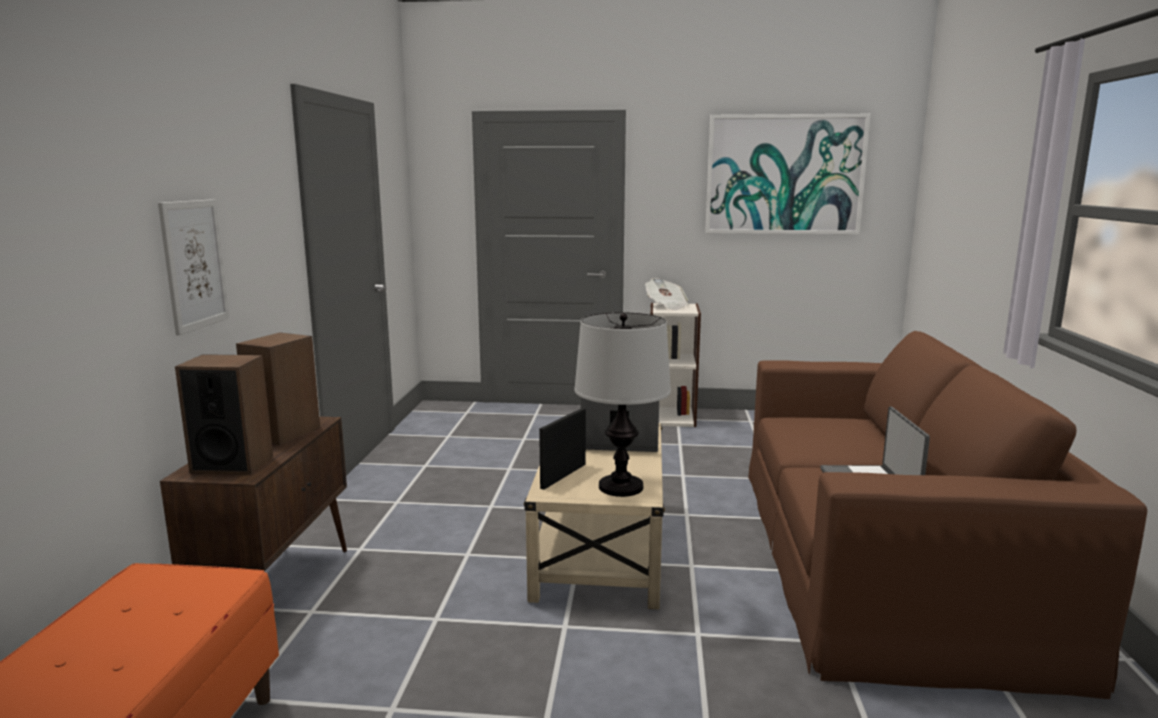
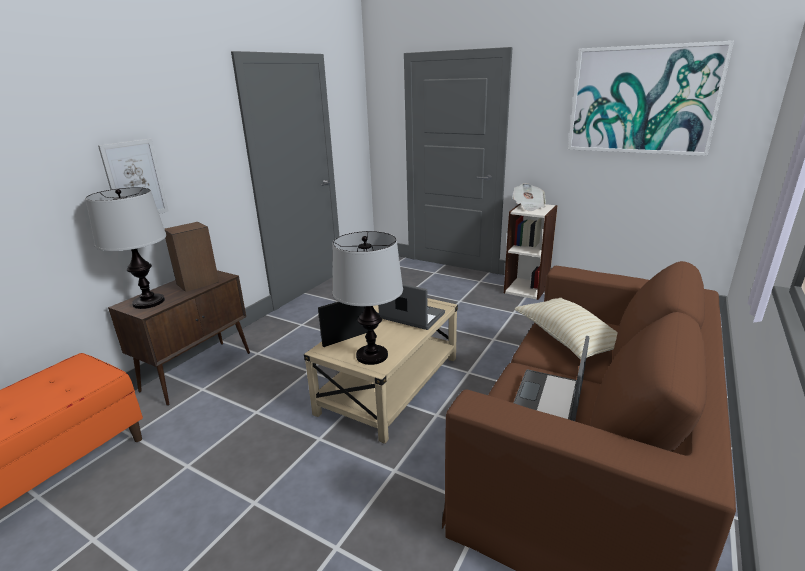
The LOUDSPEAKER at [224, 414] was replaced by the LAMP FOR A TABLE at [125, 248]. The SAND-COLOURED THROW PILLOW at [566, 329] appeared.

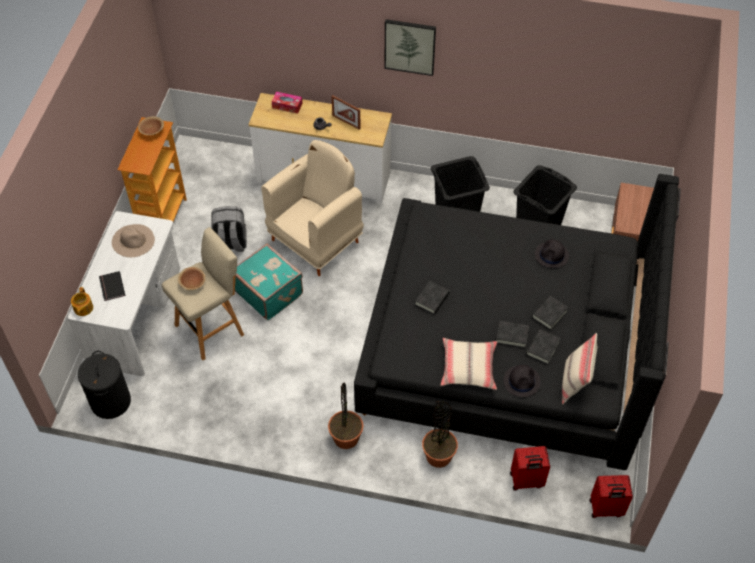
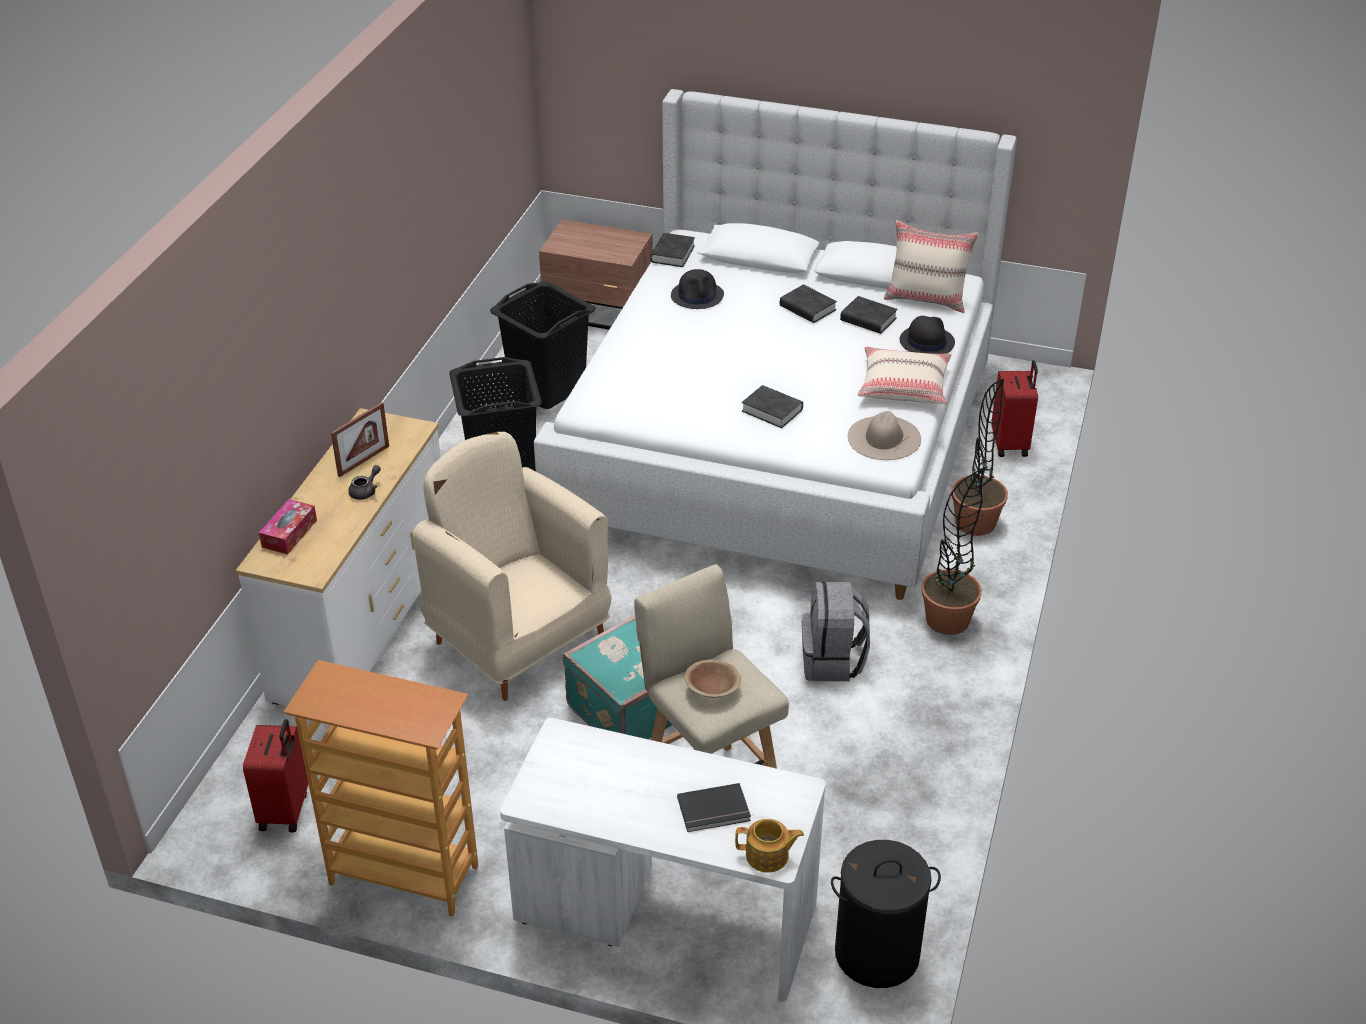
The RED PIECE OF LUGGAGE moved from [611, 496] to [275, 775]. The BLACKISH SLEEPING BED at [517, 322] became the WHITE SLEEPING BED at [775, 344]. The BLACKISH VOLUME moved from [512, 334] to [672, 250]. The GREYISH RUCKSACK moved from [229, 229] to [836, 631]. The SAND-COLOURED CLOTHING HAT moved from [133, 240] to [884, 435]. The BROWNISH SERVING BOWL at [151, 125] disappeared. The PICTURE at [410, 47] disappeared.

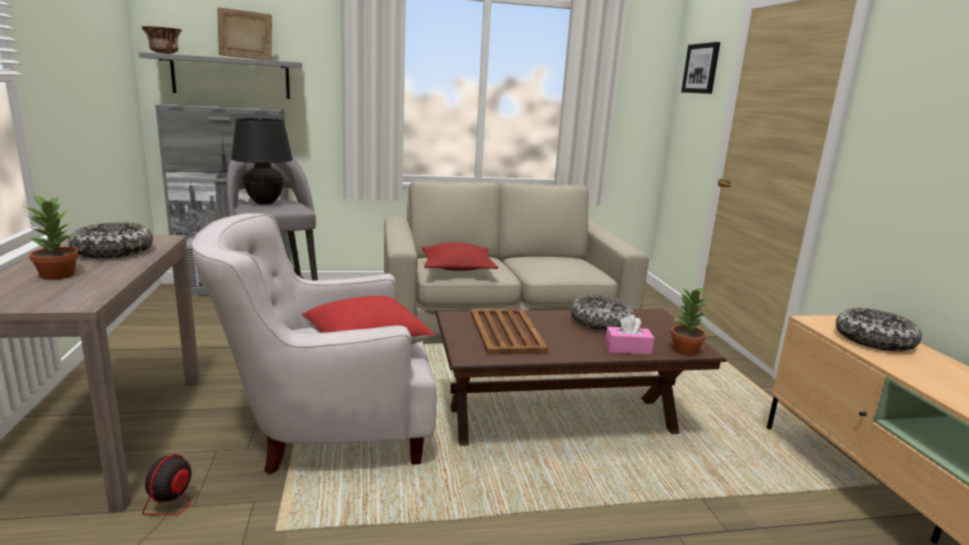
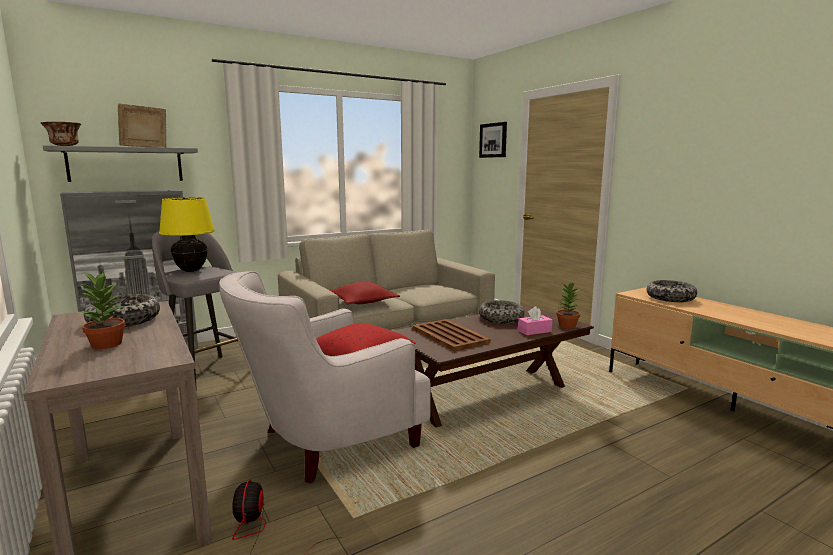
The BLACKISH LAMP FOR A TABLE at [262, 161] became the YELLOW-COLOURED LAMP FOR A TABLE at [187, 234].

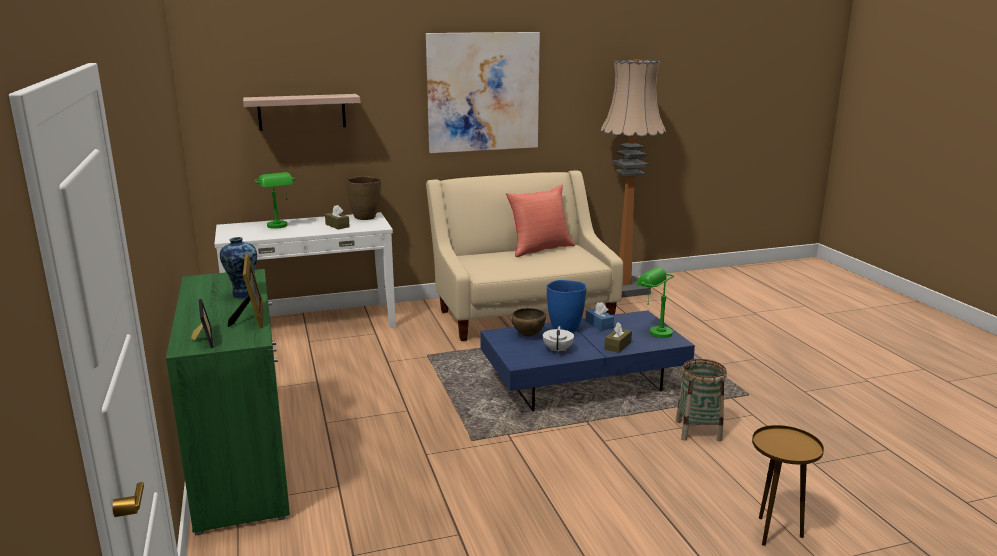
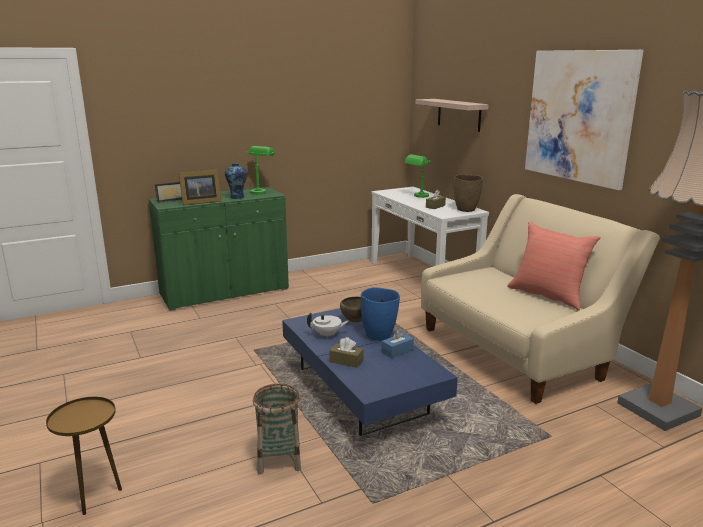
The GREEN-COLOURED LAMP FOR A TABLE moved from [655, 302] to [260, 170].

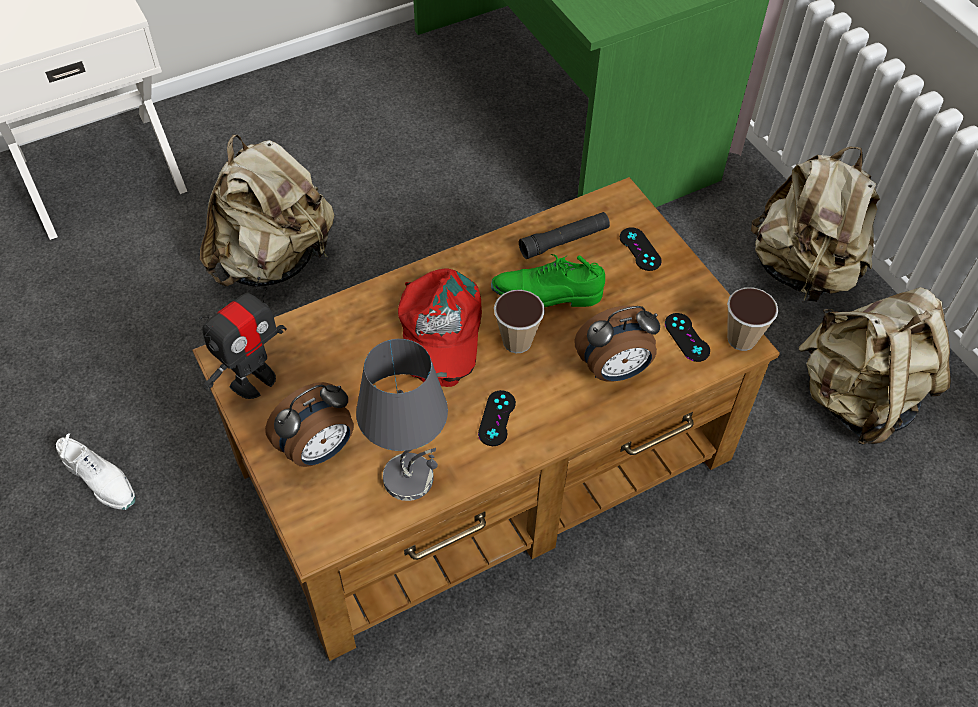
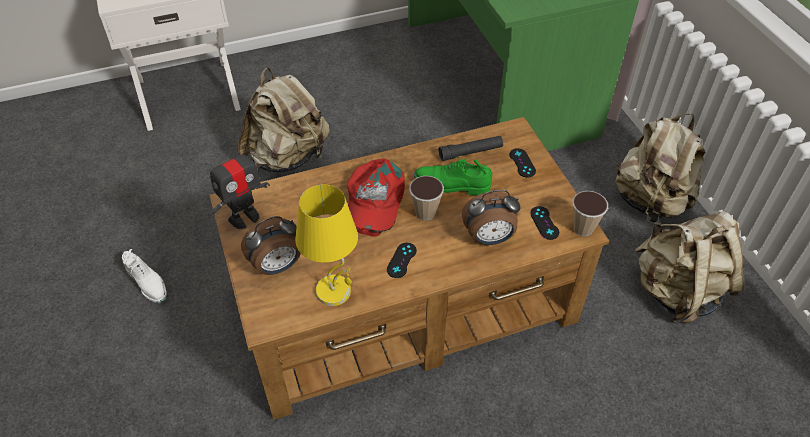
The GREYISH LAMP FOR A TABLE at [402, 420] became the YELLOW-COLOURED LAMP FOR A TABLE at [326, 245].

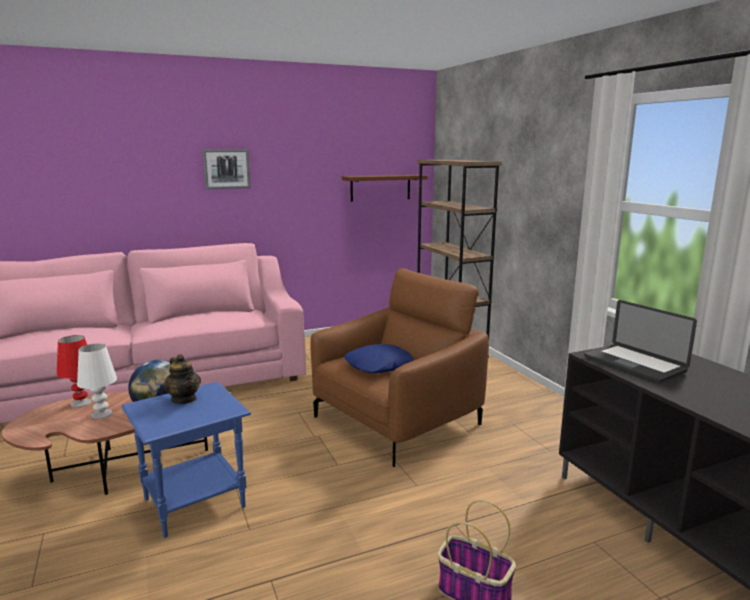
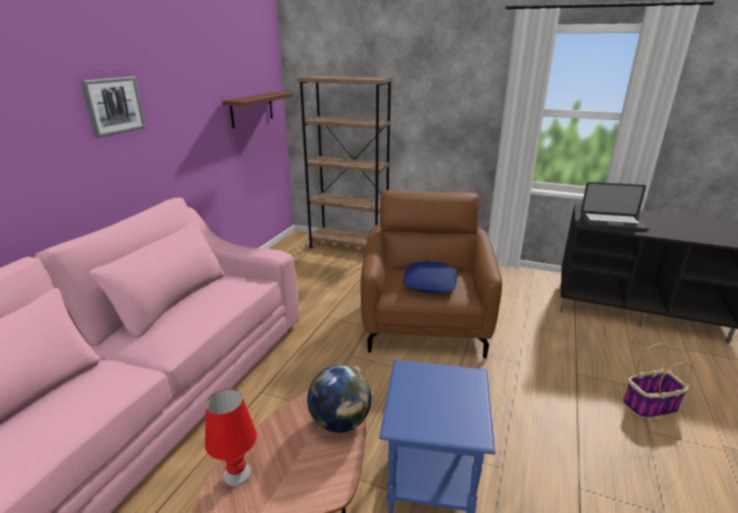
The WHITE LAMP FOR A TABLE at [97, 381] disappeared. The POT FOR TEA at [182, 379] disappeared.

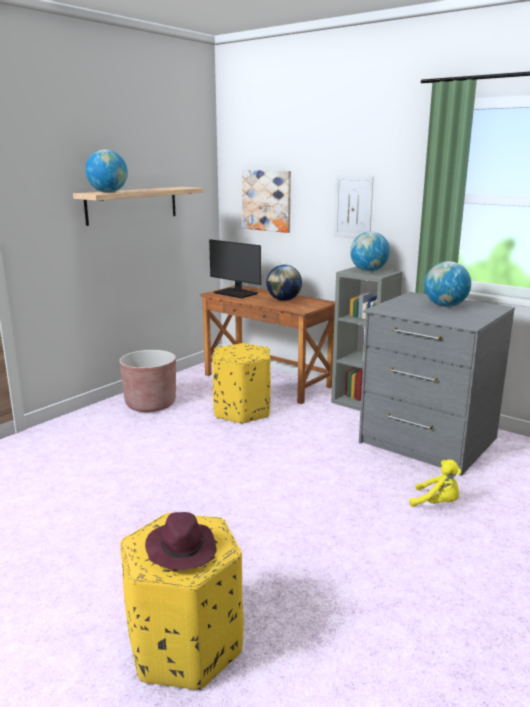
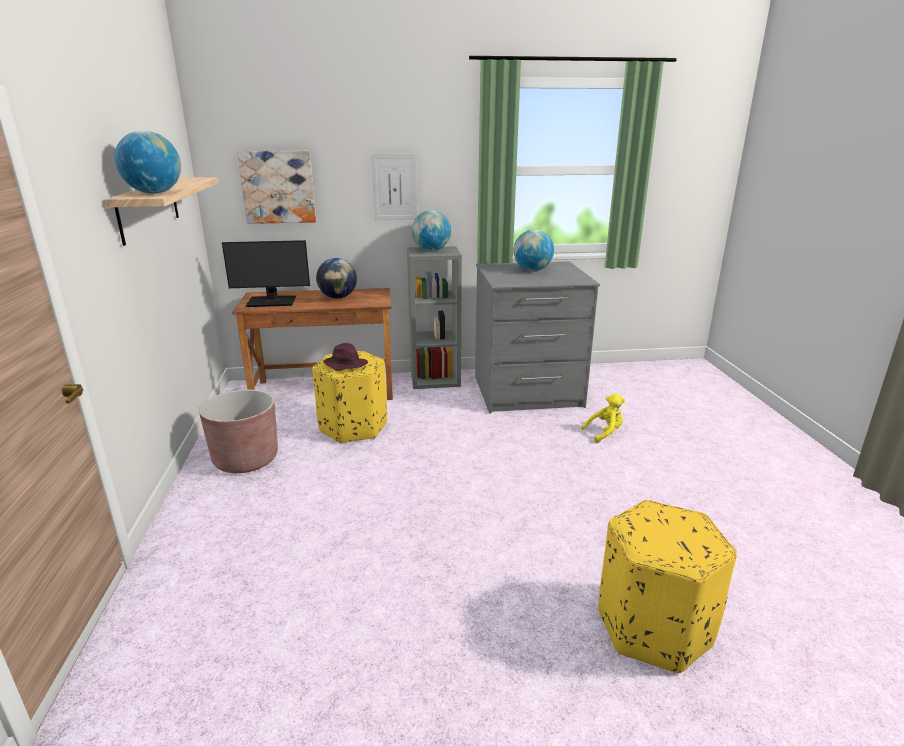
The PURPLE-COLOURED CLOTHING HAT moved from [181, 541] to [345, 357].

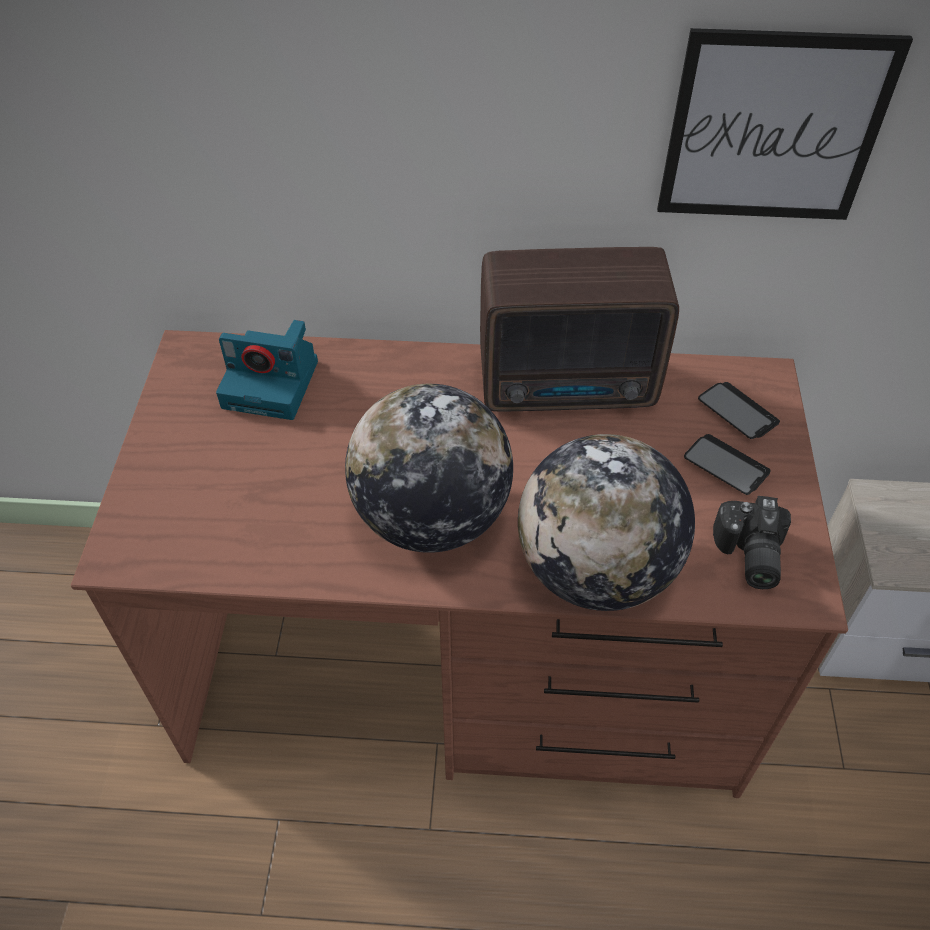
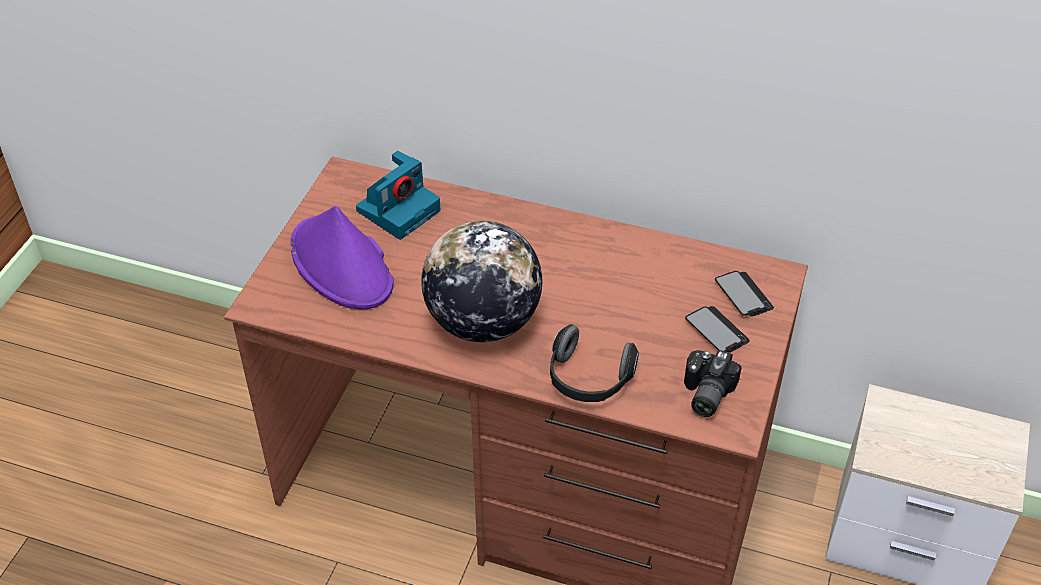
The PURPLE-COLOURED CLOTHING HAT at [342, 257] appeared. The STILL CAMERA at [267, 370] turned 75 degrees counterclockwise. The WORLD GLOBE at [606, 522] was replaced by the HEADSET at [594, 363]. The RADIO SET at [579, 329] disappeared. The PICTURE at [785, 124] disappeared.

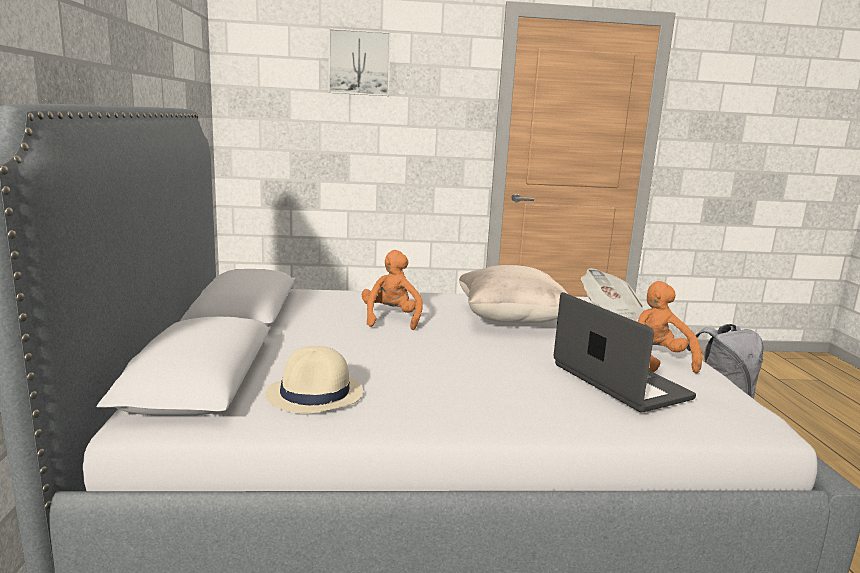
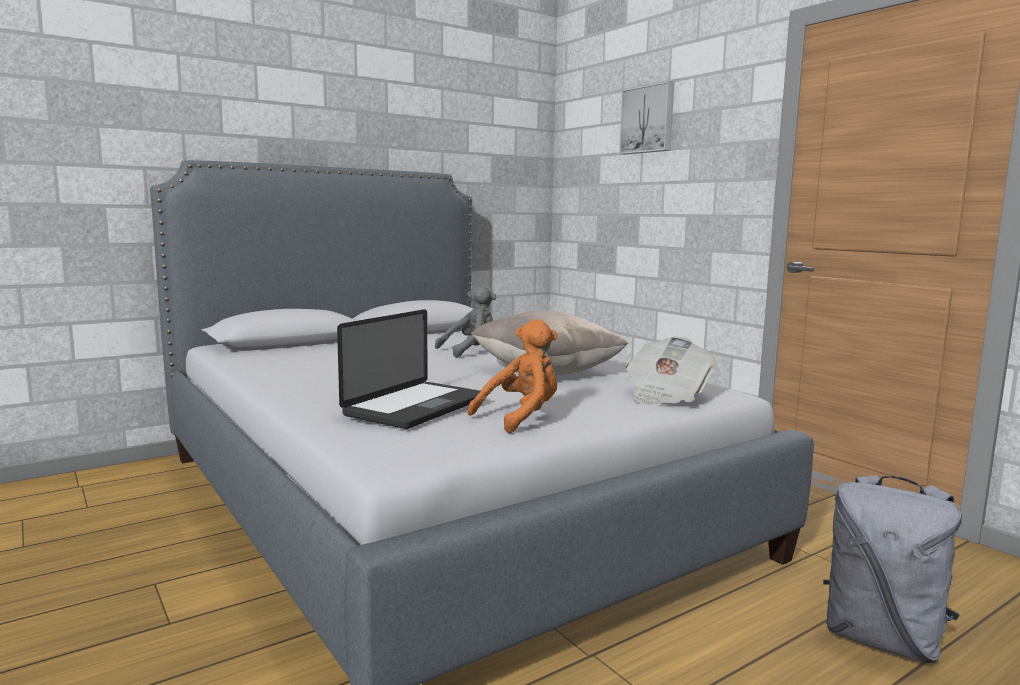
The ORANGEY SOFT TOY at [392, 290] became the GREYISH SOFT TOY at [465, 321]. The SAND-COLOURED CLOTHING HAT at [314, 380] disappeared.

